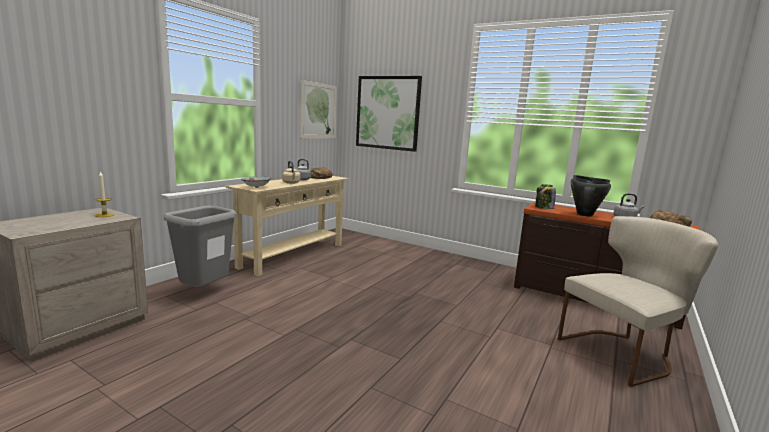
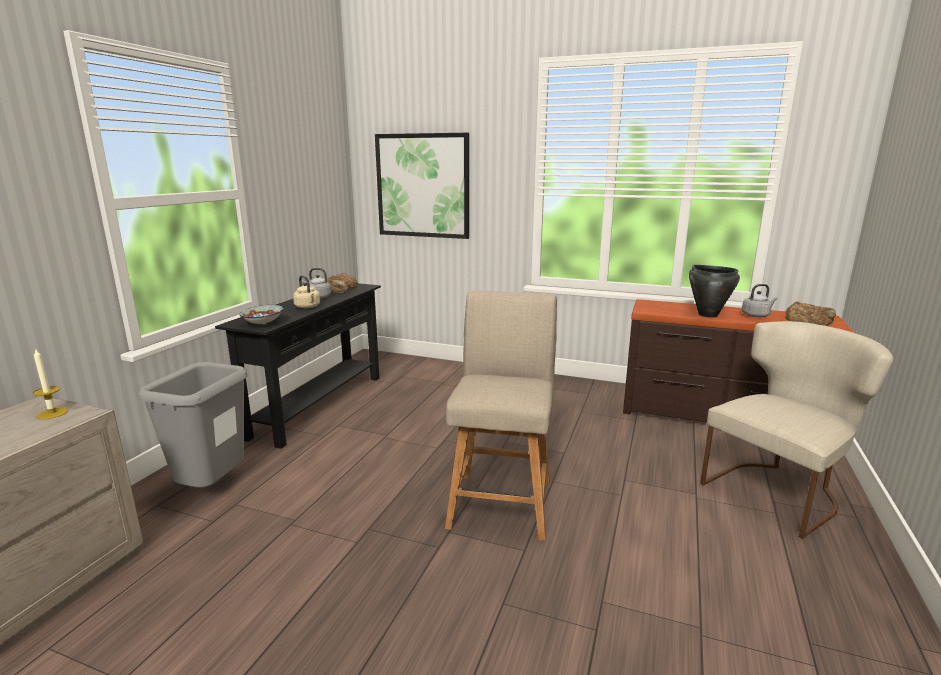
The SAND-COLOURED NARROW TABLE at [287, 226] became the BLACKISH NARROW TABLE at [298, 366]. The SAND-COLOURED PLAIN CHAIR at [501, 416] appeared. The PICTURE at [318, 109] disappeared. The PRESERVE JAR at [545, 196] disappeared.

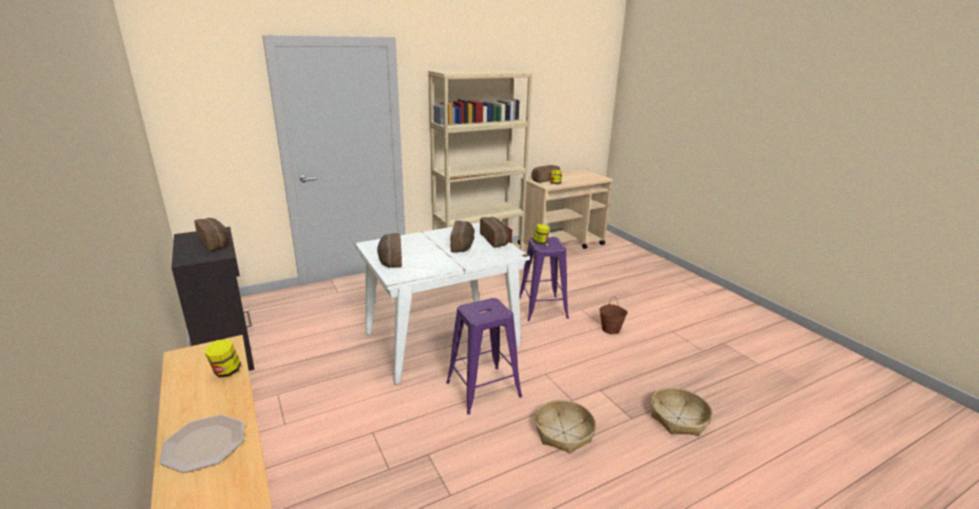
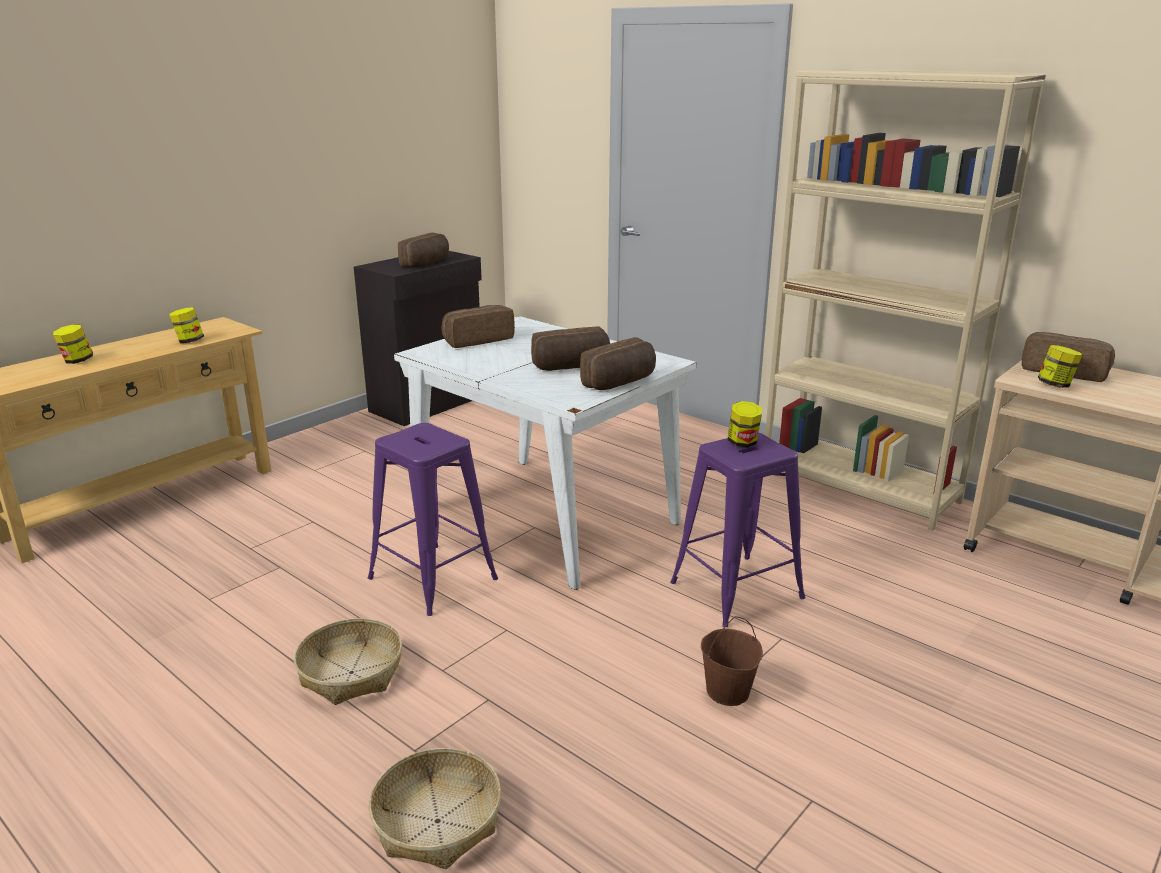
The FLAT DISH at [202, 444] was replaced by the PRESERVE JAR at [73, 344].

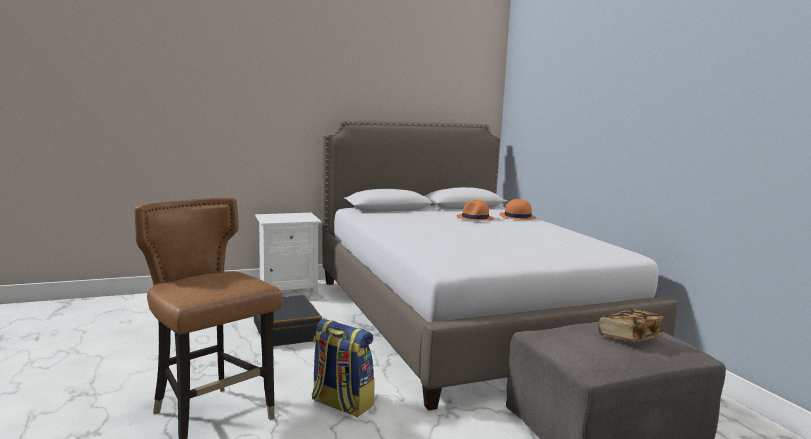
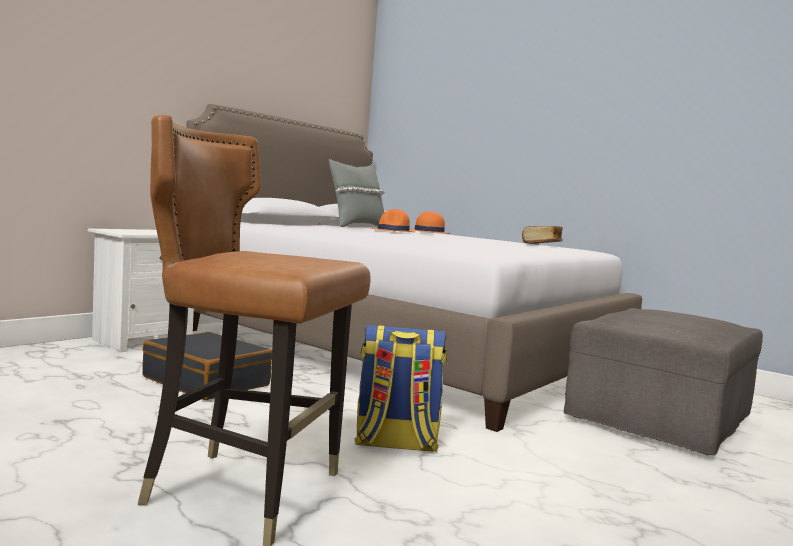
The GREYISH THROW PILLOW at [357, 193] appeared. The VOLUME moved from [631, 325] to [542, 235].

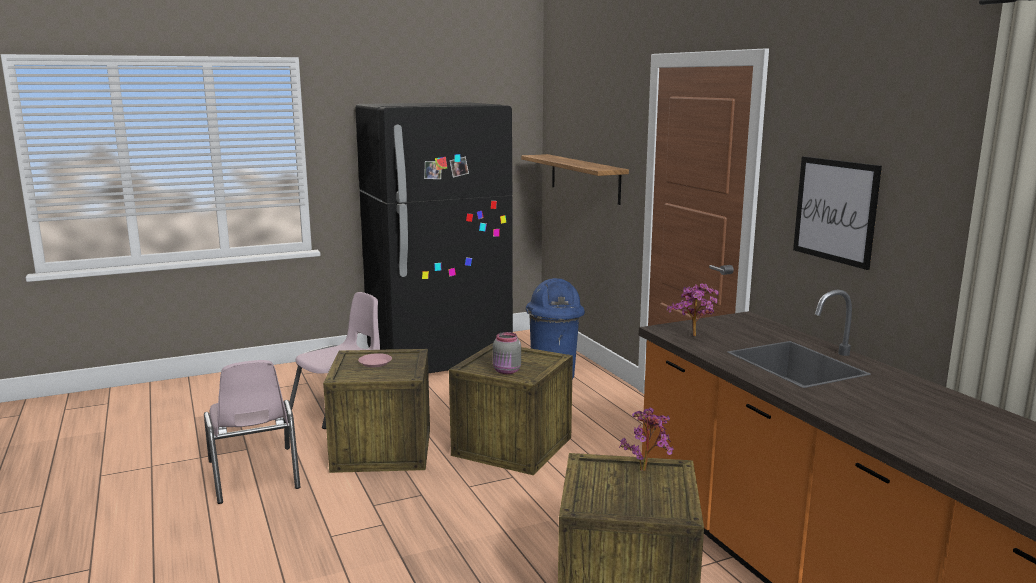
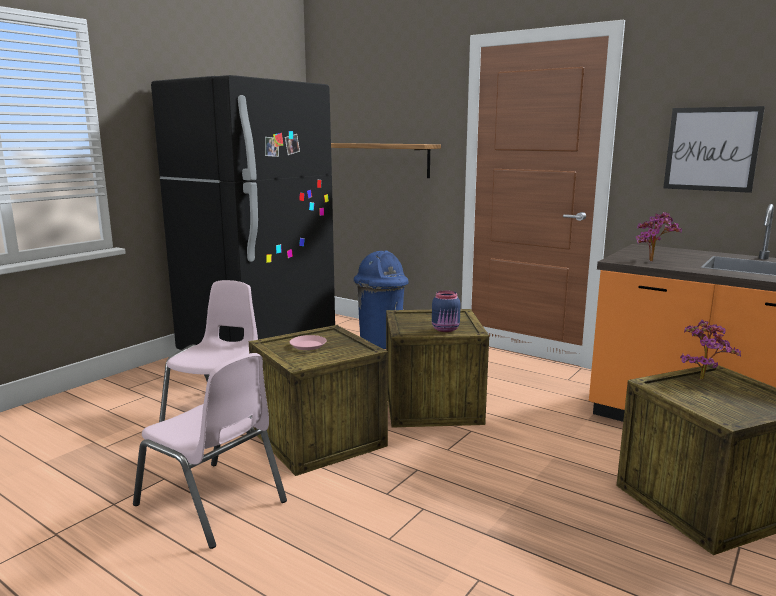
The GREYISH PRESERVE JAR at [507, 353] became the BLUE PRESERVE JAR at [446, 311].

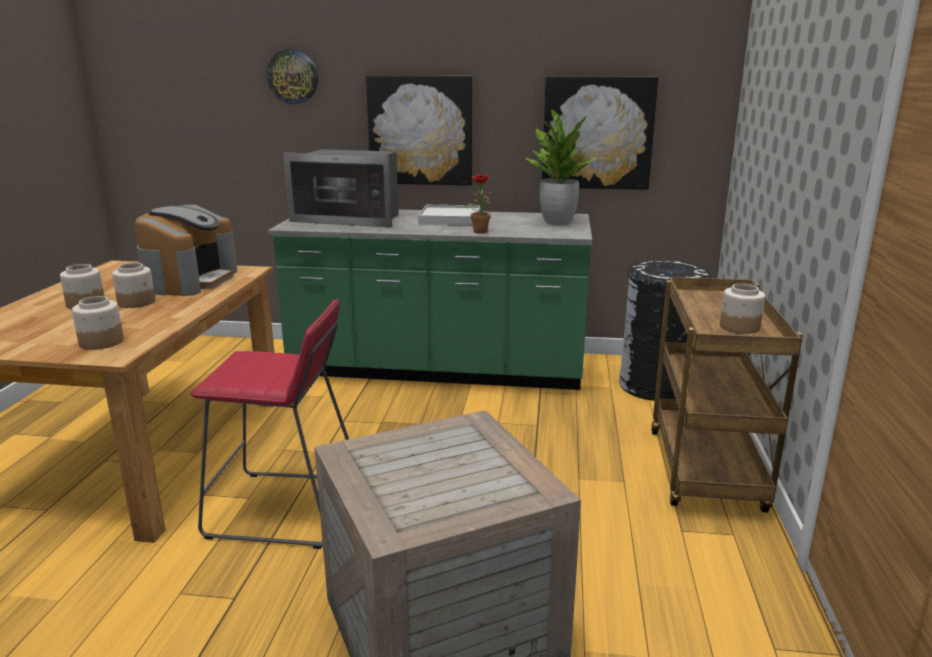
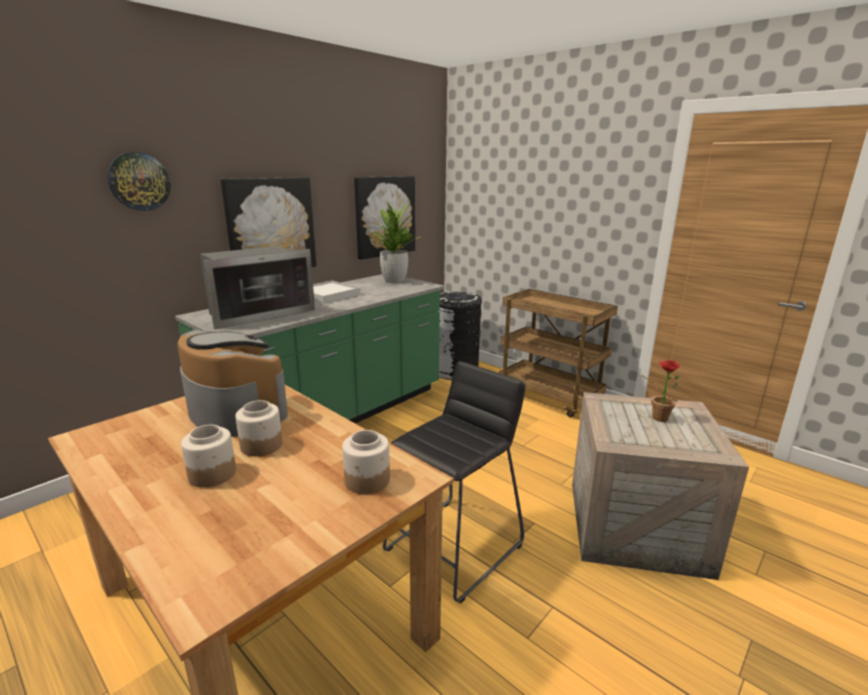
The RED STOOL at [269, 424] became the BLACKISH STOOL at [454, 482]. The HOUSEPLANT moved from [477, 203] to [660, 391]. The PRESERVE JAR at [742, 309] disappeared.

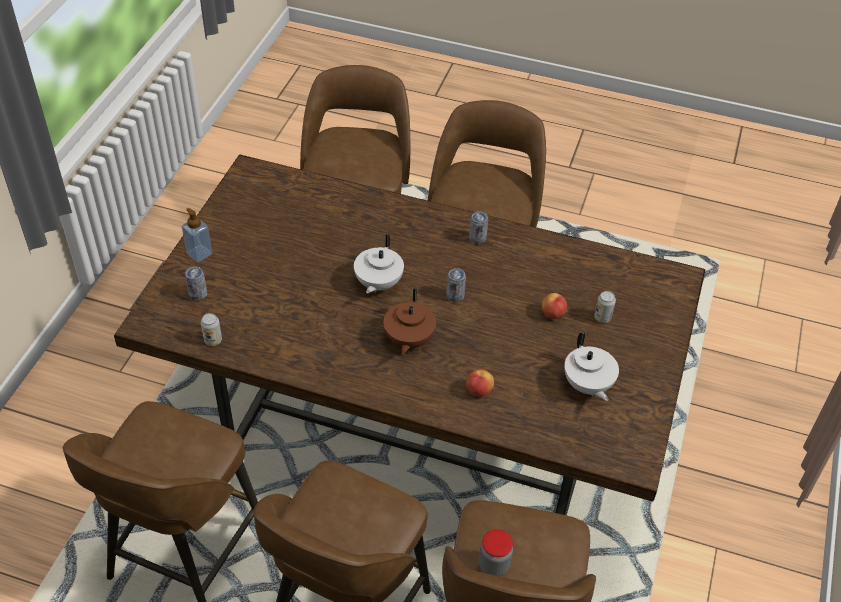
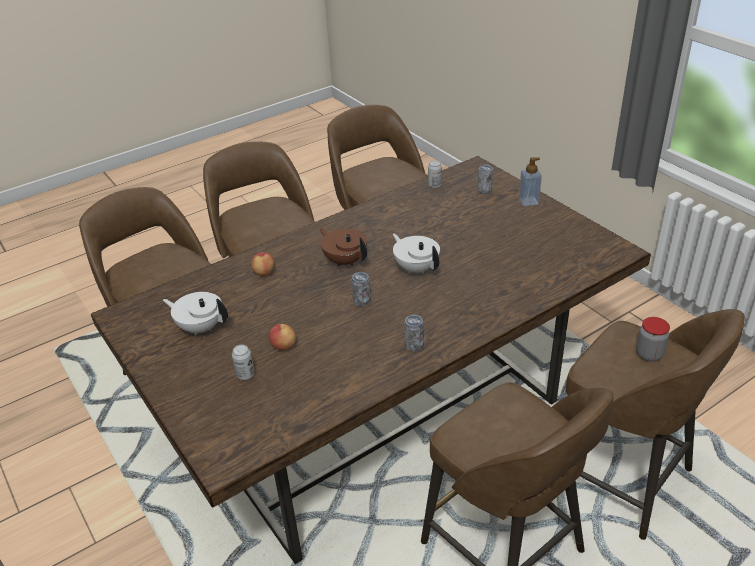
The PRESERVE JAR moved from [496, 553] to [653, 339].

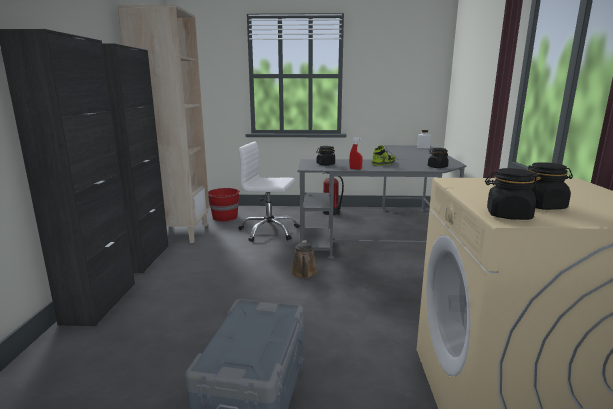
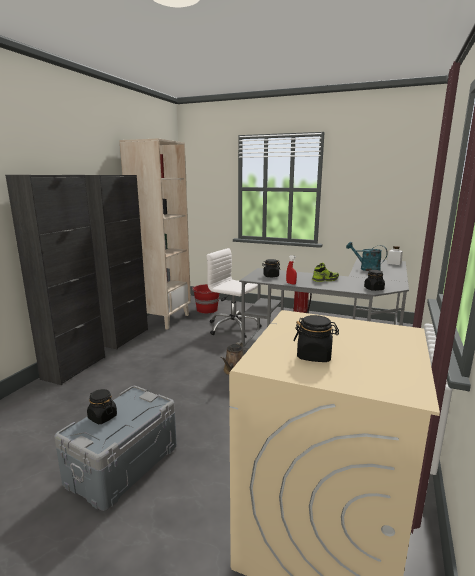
The BLACKISH PRESERVE JAR moved from [513, 194] to [102, 406]. The TURQUOISE WATERING POT at [367, 256] appeared.

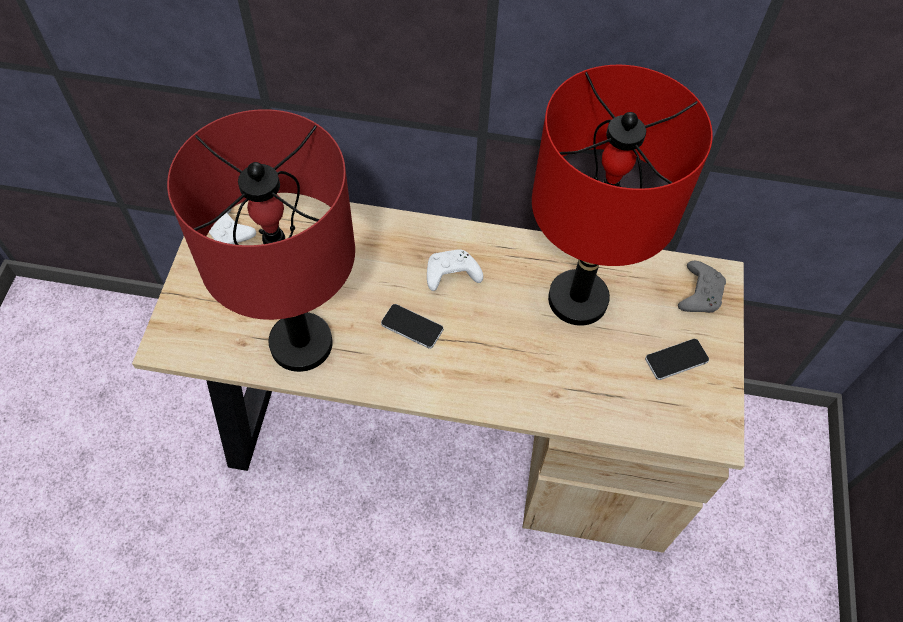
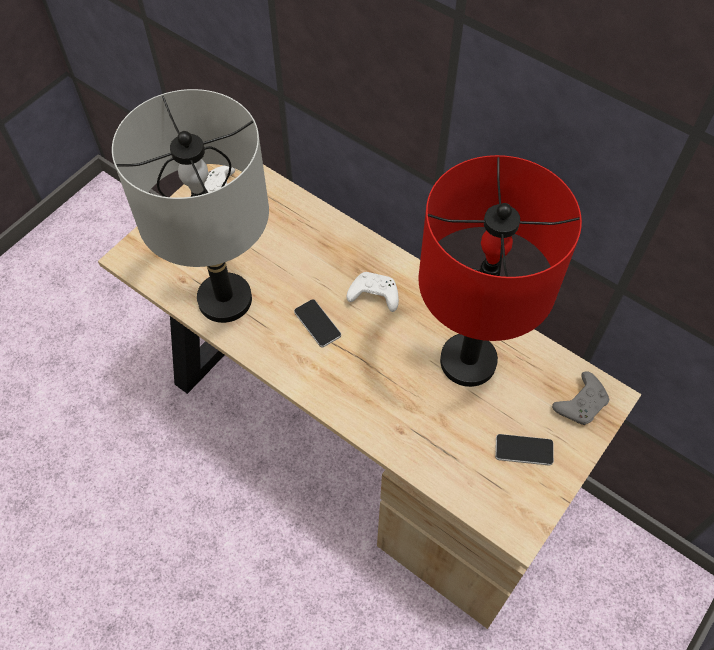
The RED LAMP FOR A TABLE at [261, 240] became the GREYISH LAMP FOR A TABLE at [190, 206].

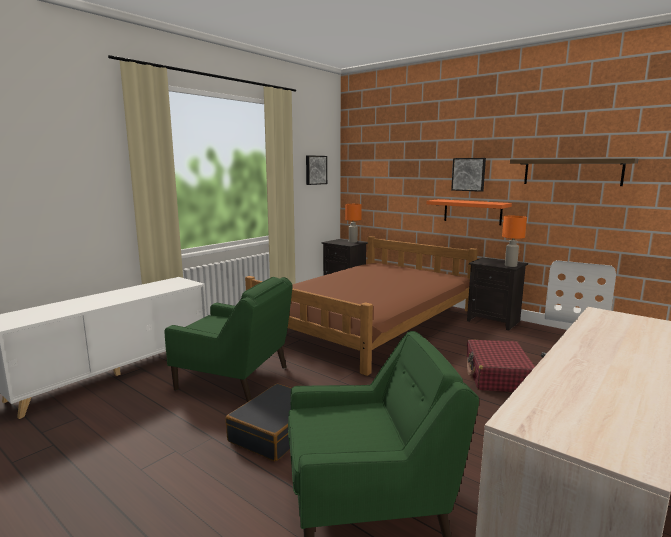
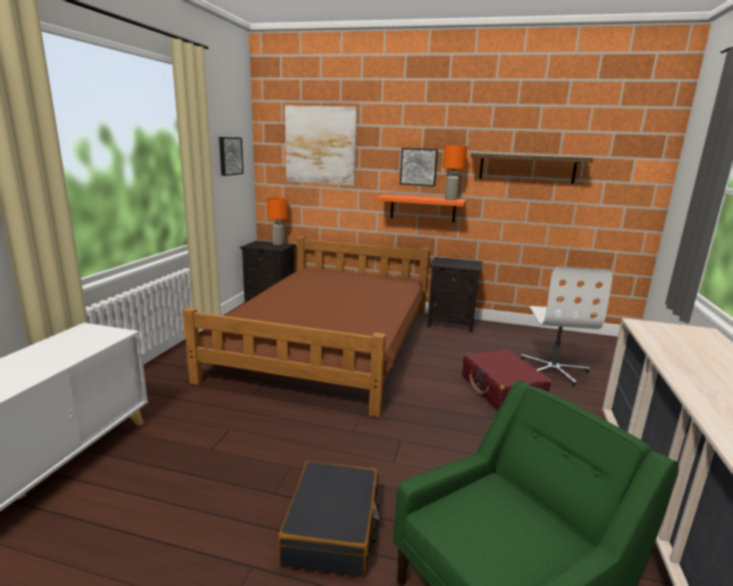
The PICTURE at [321, 145] appeared. The ORANGEY LAMP FOR A TABLE moved from [514, 241] to [454, 172]. The GREEN-COLOURED LOUNGE CHAIR at [229, 339] disappeared.

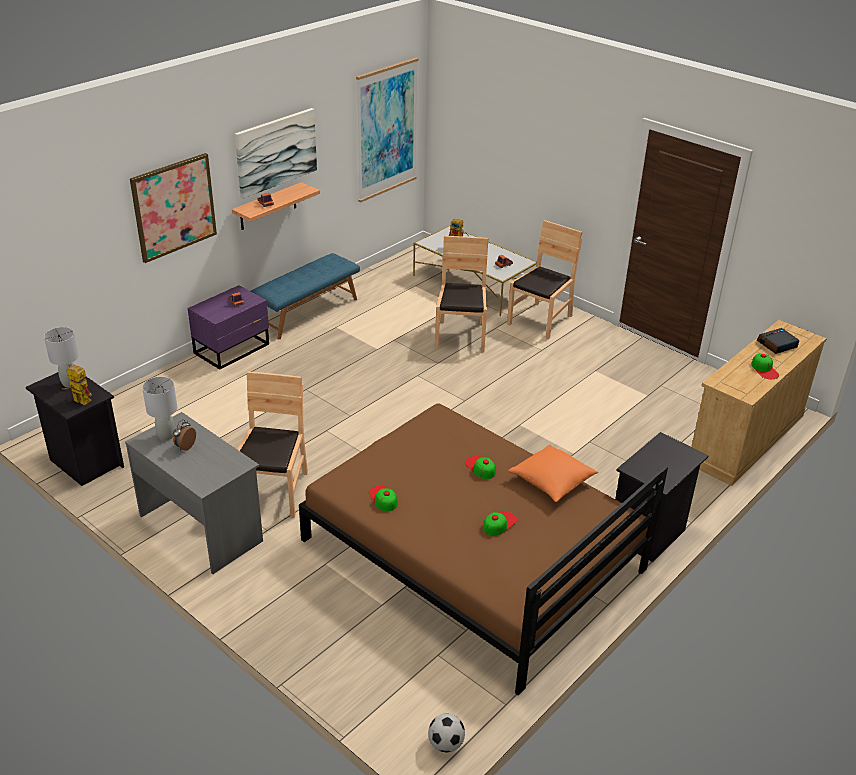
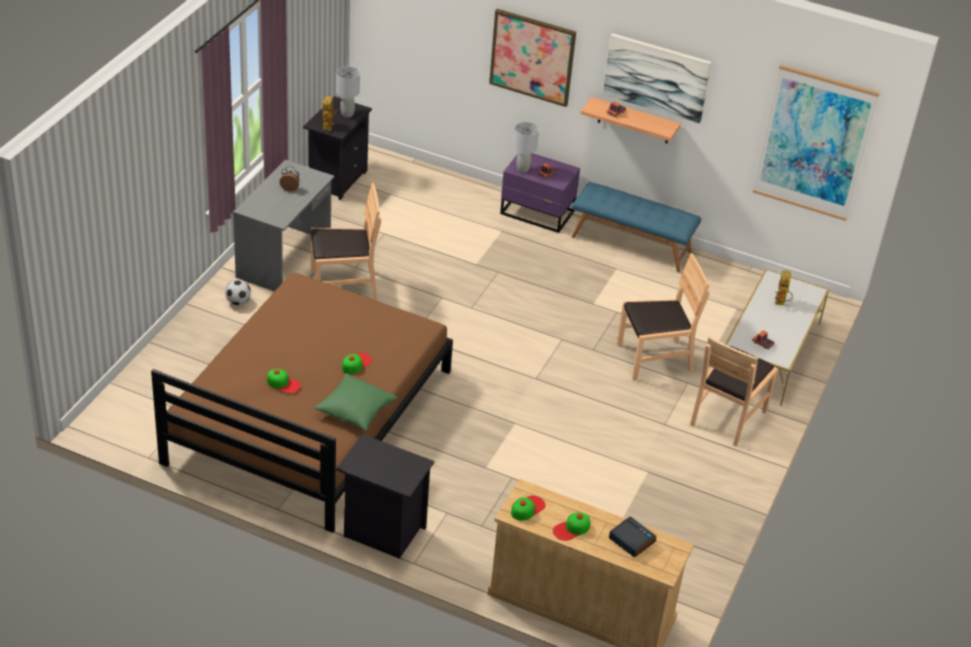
The FOOTBALL moved from [446, 733] to [238, 292]. The ORANGEY THROW PILLOW at [553, 473] became the GREEN-COLOURED THROW PILLOW at [355, 402]. The PEAKED CAP moved from [383, 498] to [528, 508]. The GREYISH LAMP FOR A TABLE moved from [159, 409] to [526, 147]. The BROWNISH PLAIN CHAIR at [544, 280] turned 105 degrees clockwise.

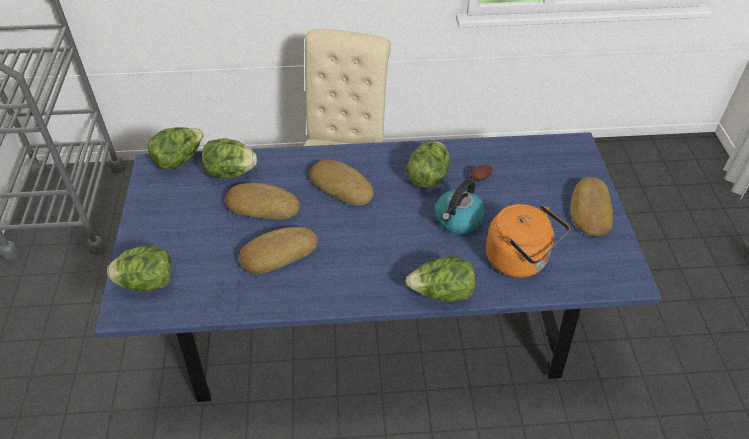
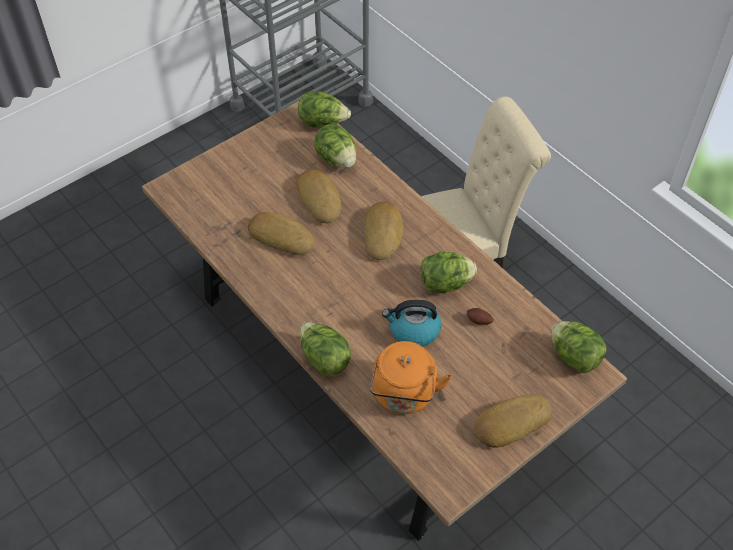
The BLUE DINNER TABLE at [378, 267] became the BROWNISH DINNER TABLE at [384, 321]. The LETTUCE HEAD moved from [139, 268] to [578, 347].

